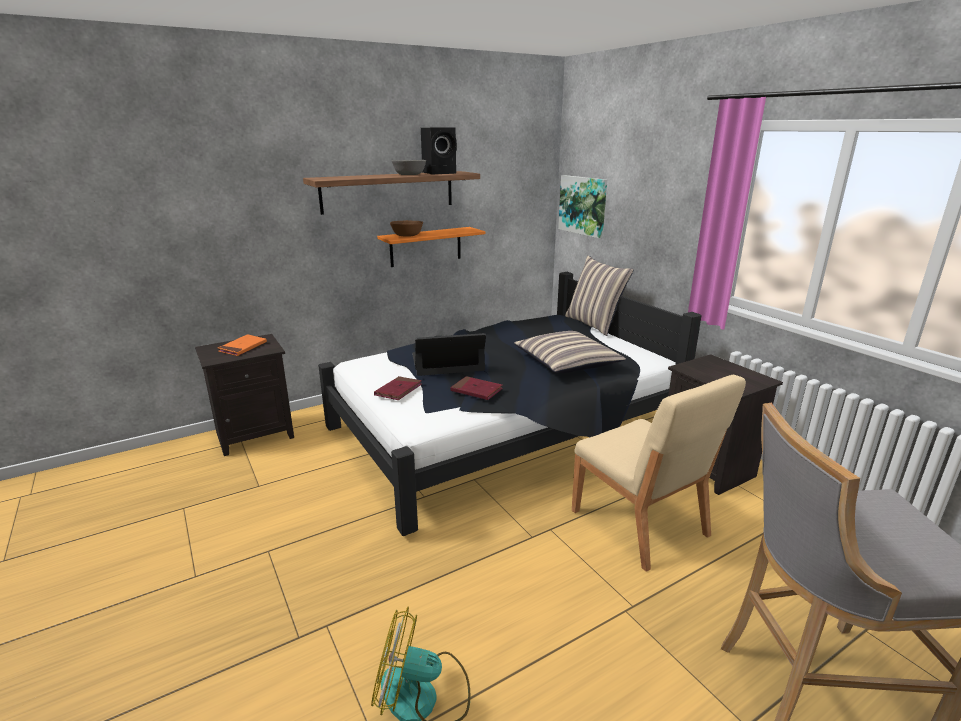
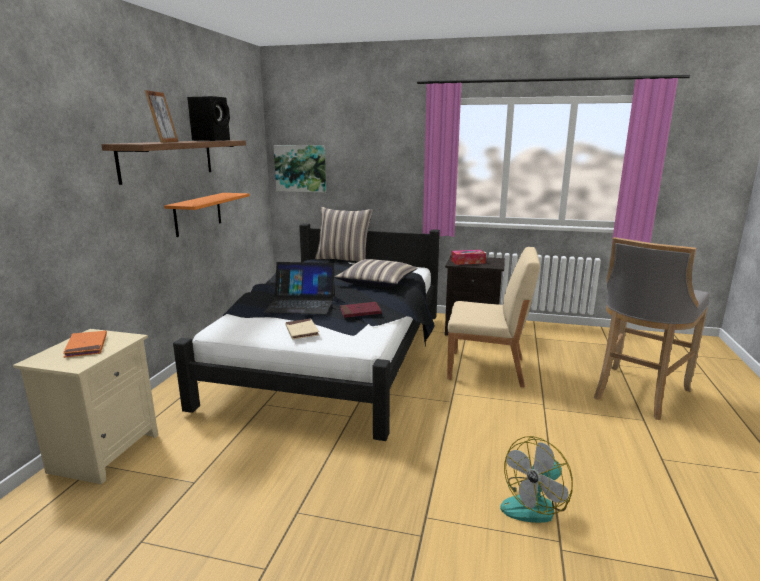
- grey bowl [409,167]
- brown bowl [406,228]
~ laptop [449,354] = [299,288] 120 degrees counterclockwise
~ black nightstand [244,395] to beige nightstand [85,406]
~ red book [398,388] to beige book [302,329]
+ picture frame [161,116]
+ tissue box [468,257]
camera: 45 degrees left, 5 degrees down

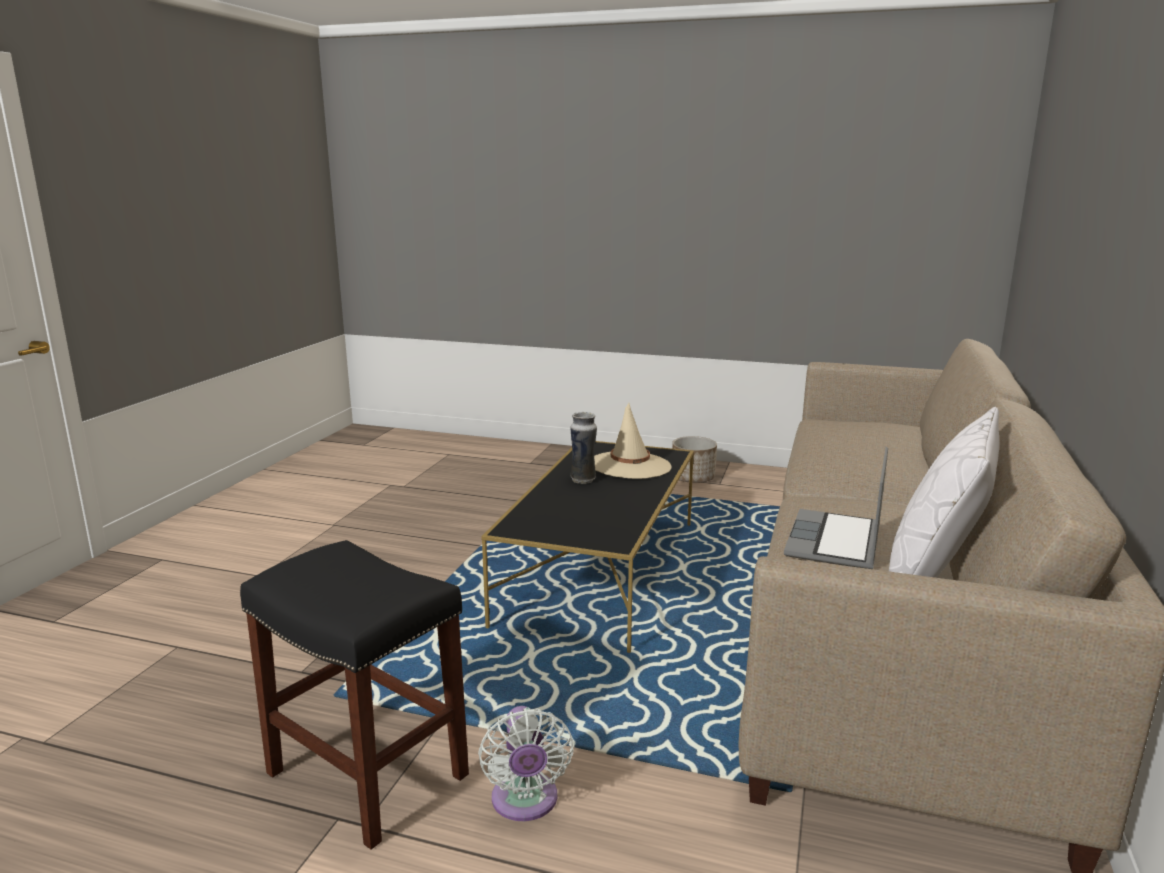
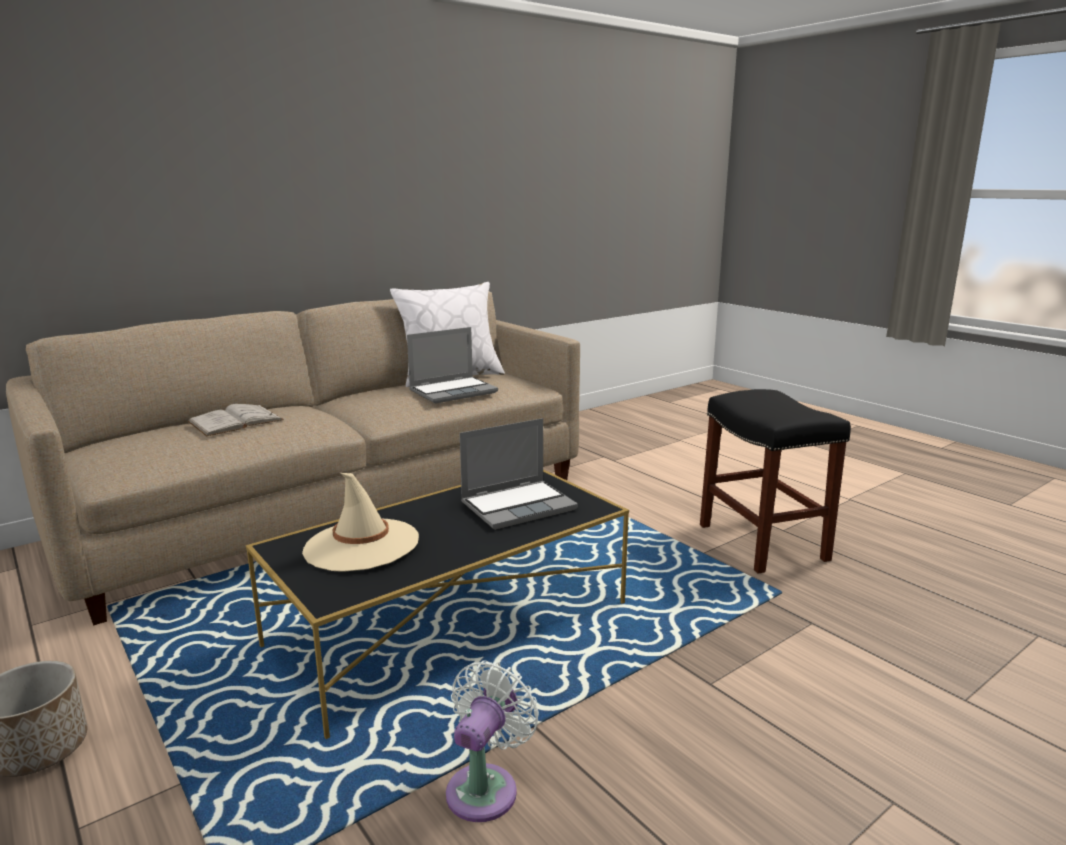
- vase [583,448]
~ white fan [526,763] to [492,741]
+ white book [236,420]
+ laptop [519,474]
camera: 145 degrees left, 0 degrees up

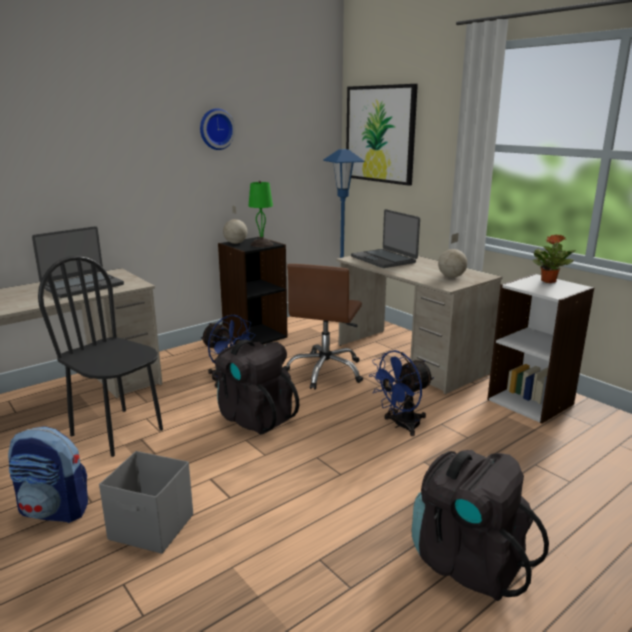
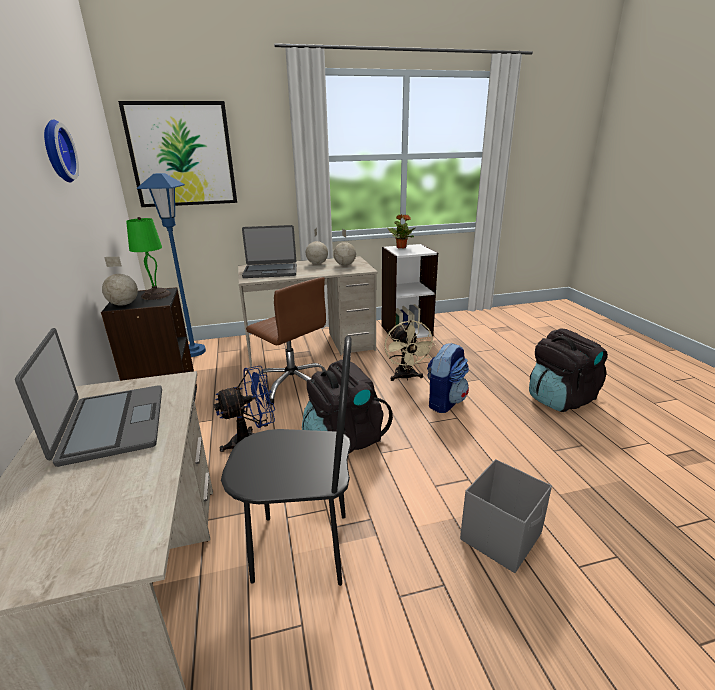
~ black chair [100,356] = [286,461] 150 degrees counterclockwise
~ blue fan [401,393] to beige fan [410,350]
~ backpack [48,474] to [448,378]
+ globe [317,246]
camera: 65 degrees left, 5 degrees up

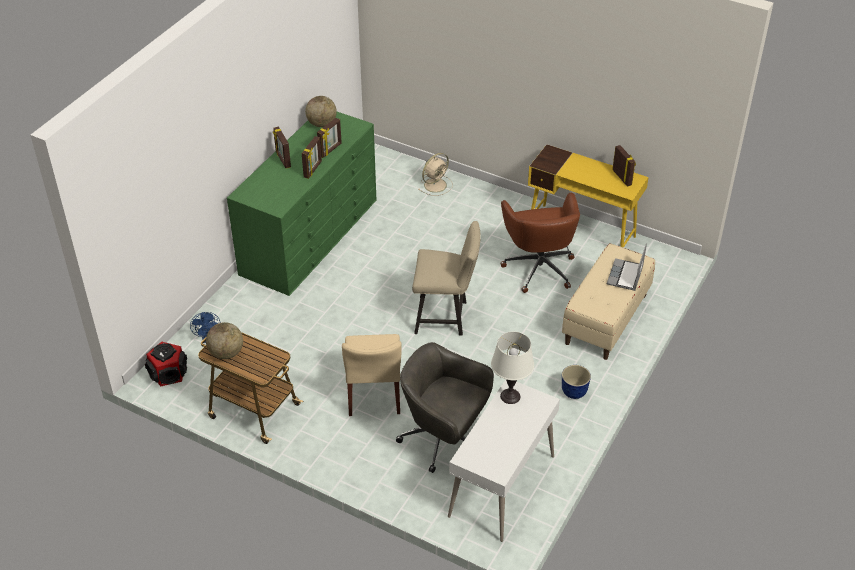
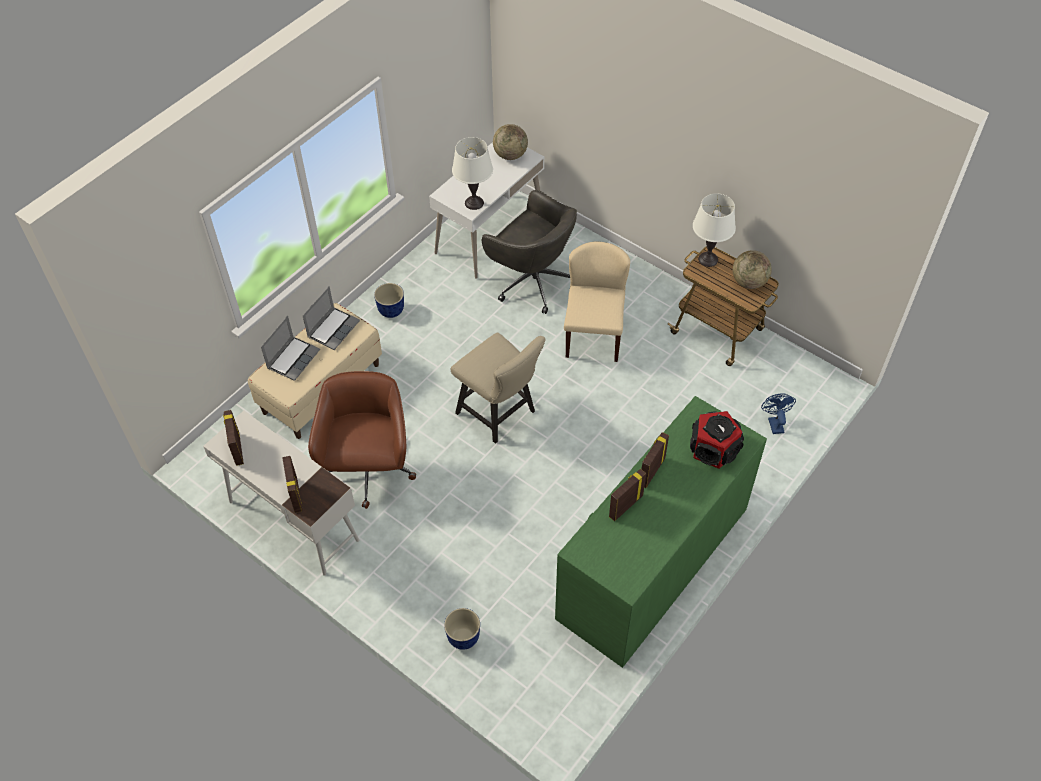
~ globe [321,111] to [510,142]
~ picture frame [282,147] to [292,484]
~ yellow desk [588,196] to white desk [281,493]
~ beige fan [435,174] to planter [462,629]
~ beige chair [446,278] = [498,388] 150 degrees counterclockwise
~ speaker [166,364] to [717,440]
+ white table lamp [714,230]
+ laptop [331,318]
camera: 170 degrees left, 10 degrees up

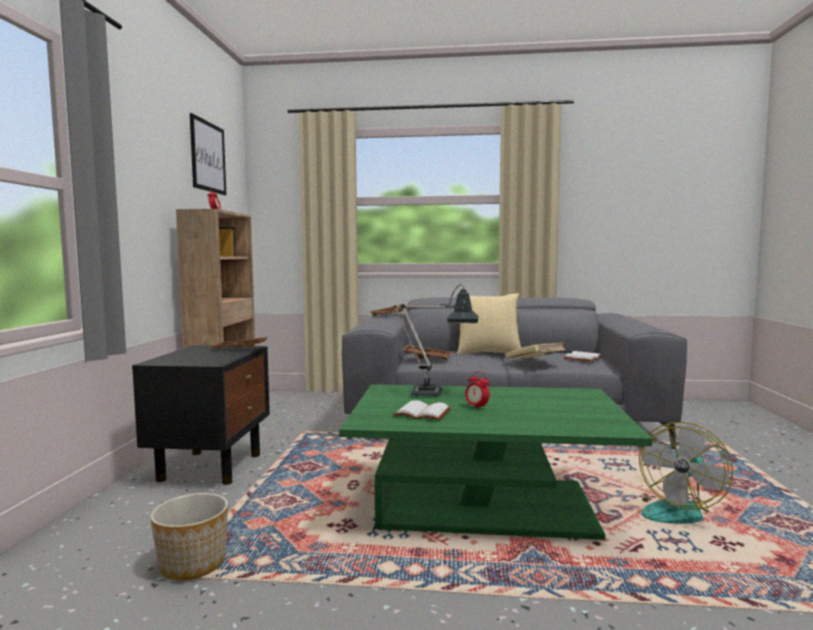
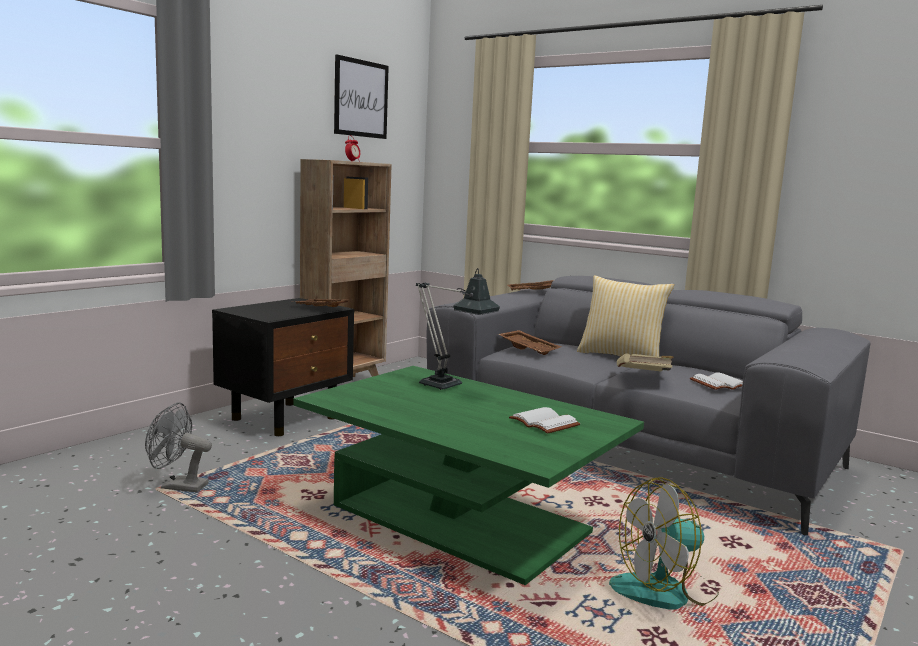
- alarm clock [477,390]
~ white book [422,410] to [544,420]
~ planter [189,537] to grey fan [178,448]
camera: 30 degrees right, 5 degrees up

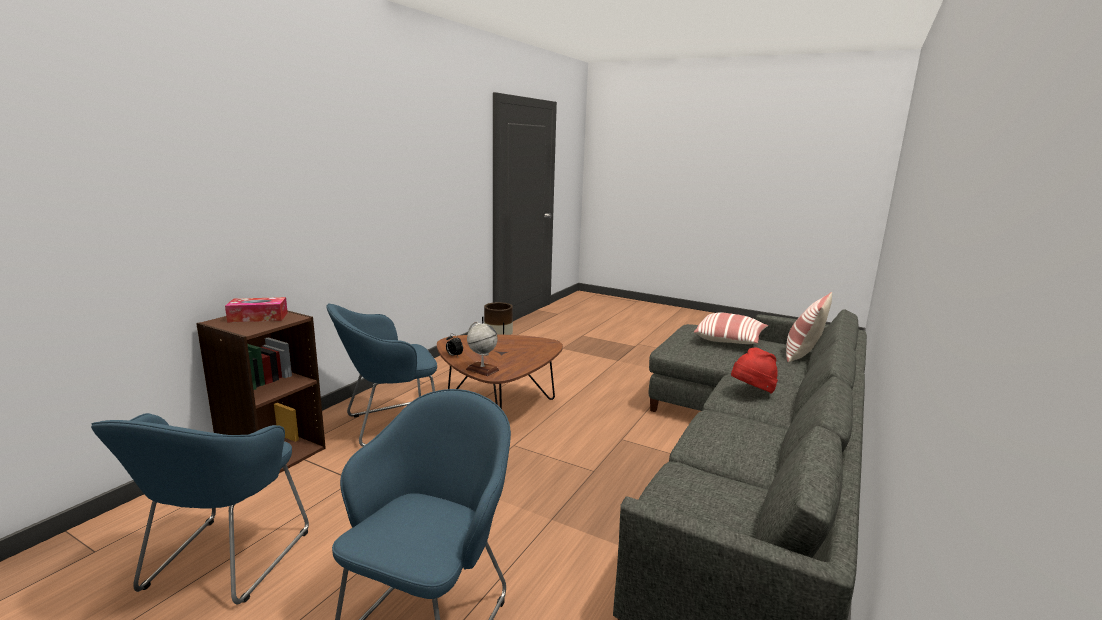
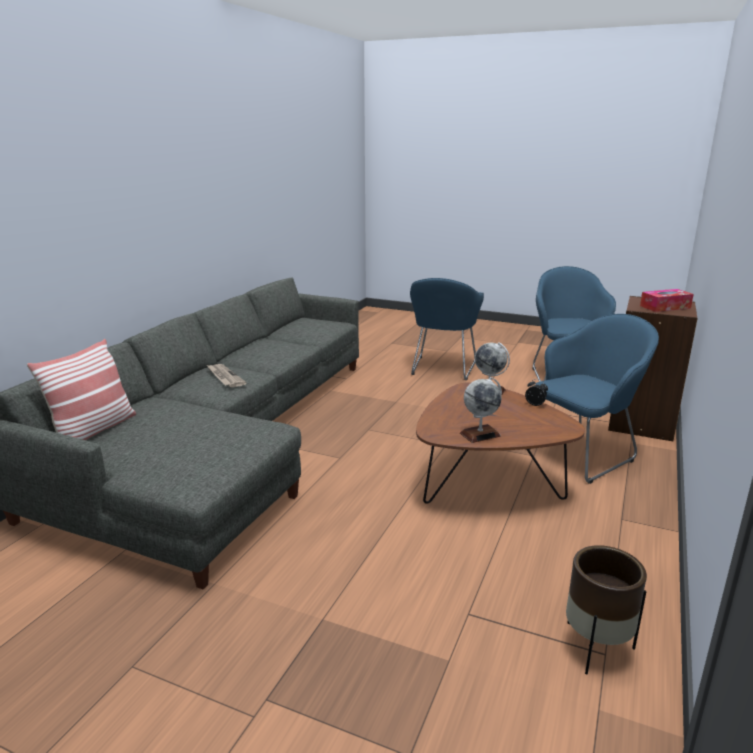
- pillow [731,328]
~ red hat [754,370] to newspaper [227,375]
+ globe [481,410]
camera: 175 degrees right, 5 degrees up

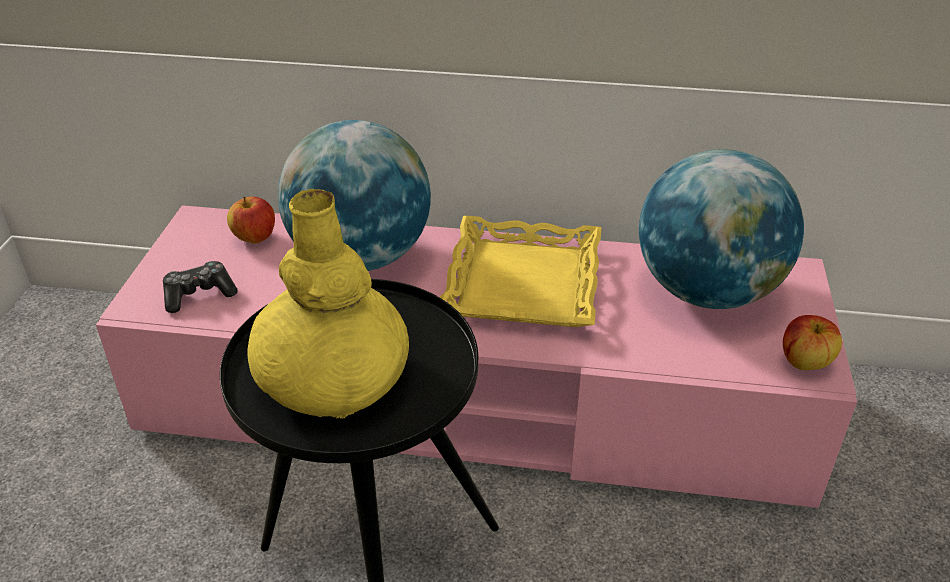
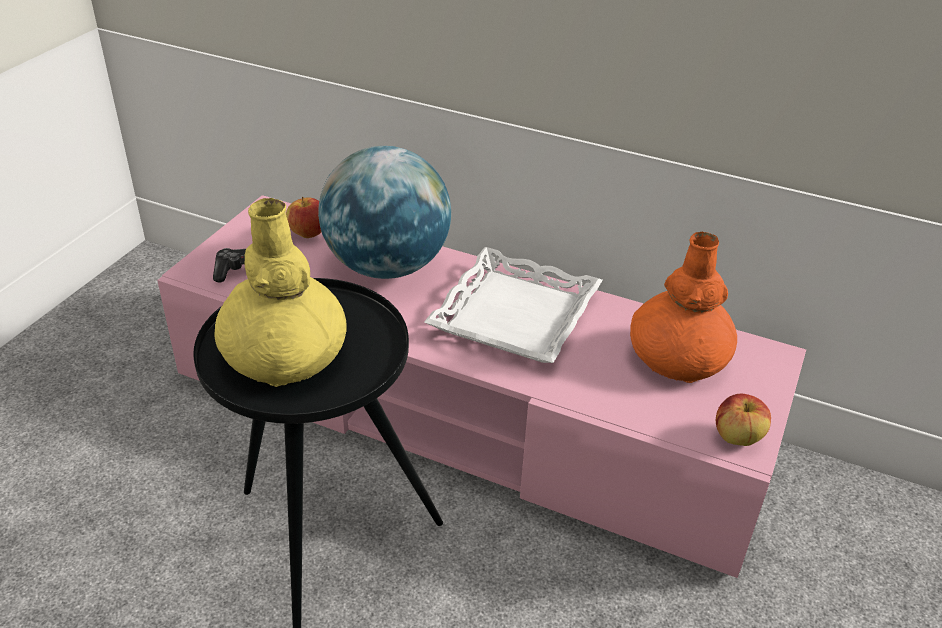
~ globe [721,229] to orange vase [683,307]
~ yellow tray [520,271] to white tray [513,305]
camera: 15 degrees right, 0 degrees up

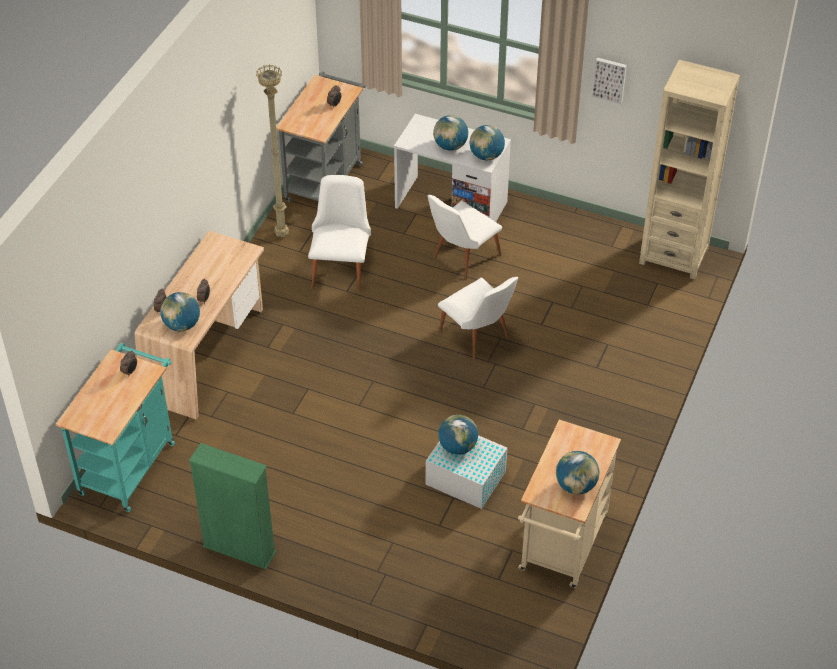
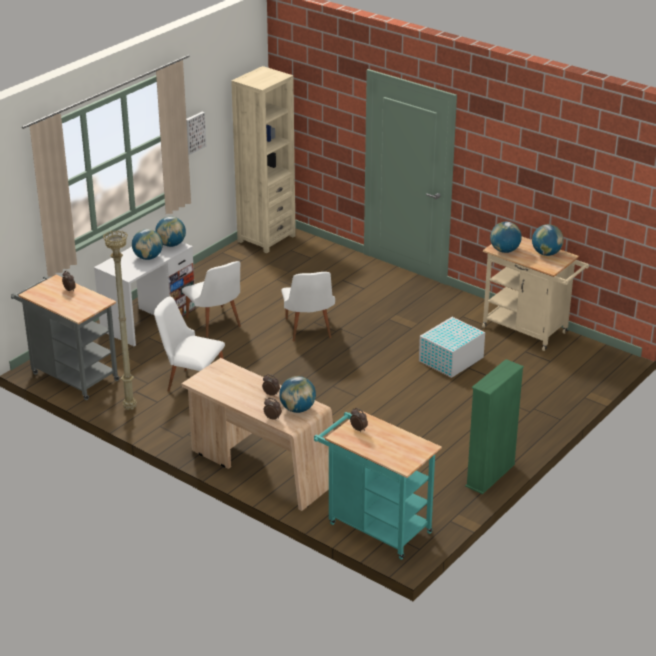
~ white chair [478,318] = [308,307] 105 degrees clockwise
~ globe [458,435] to [506,237]
camera: 75 degrees left, 15 degrees down

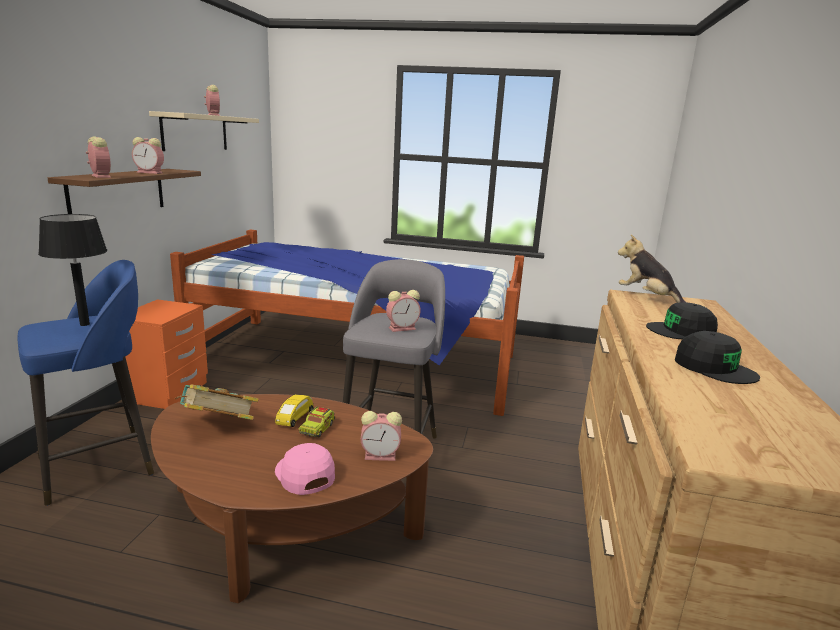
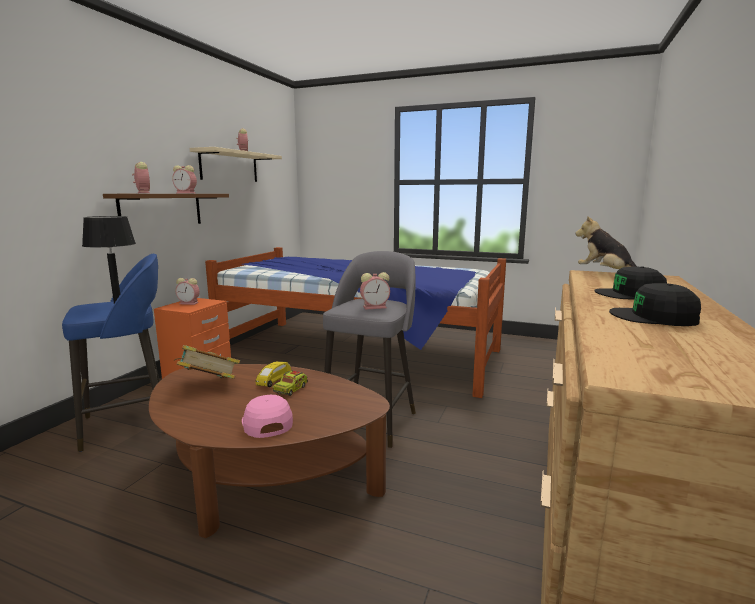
~ black cap [717,357] = [655,304] 150 degrees clockwise
~ alarm clock [381,436] to [188,291]
camera: 10 degrees right, 5 degrees down

